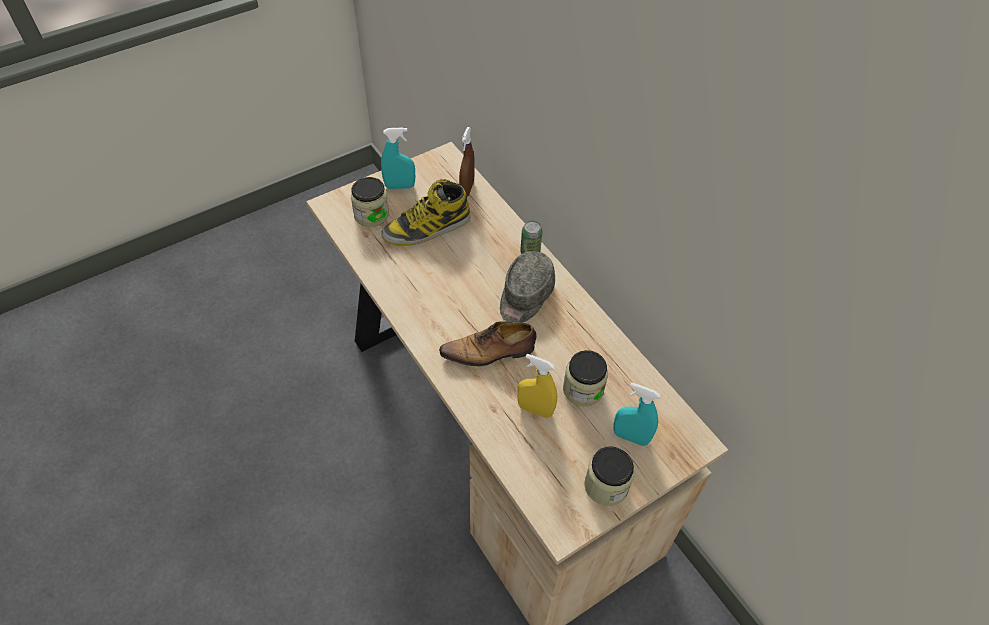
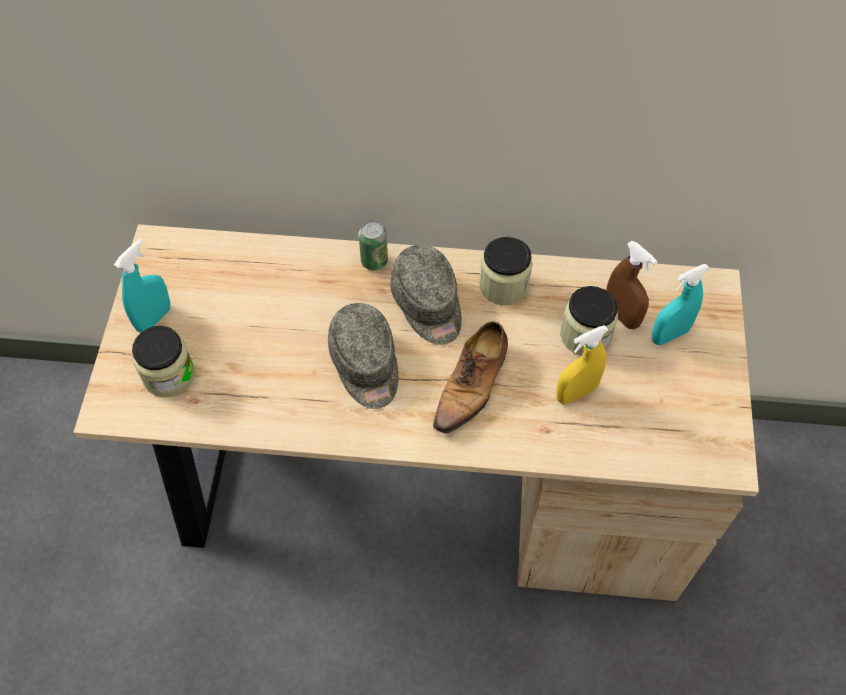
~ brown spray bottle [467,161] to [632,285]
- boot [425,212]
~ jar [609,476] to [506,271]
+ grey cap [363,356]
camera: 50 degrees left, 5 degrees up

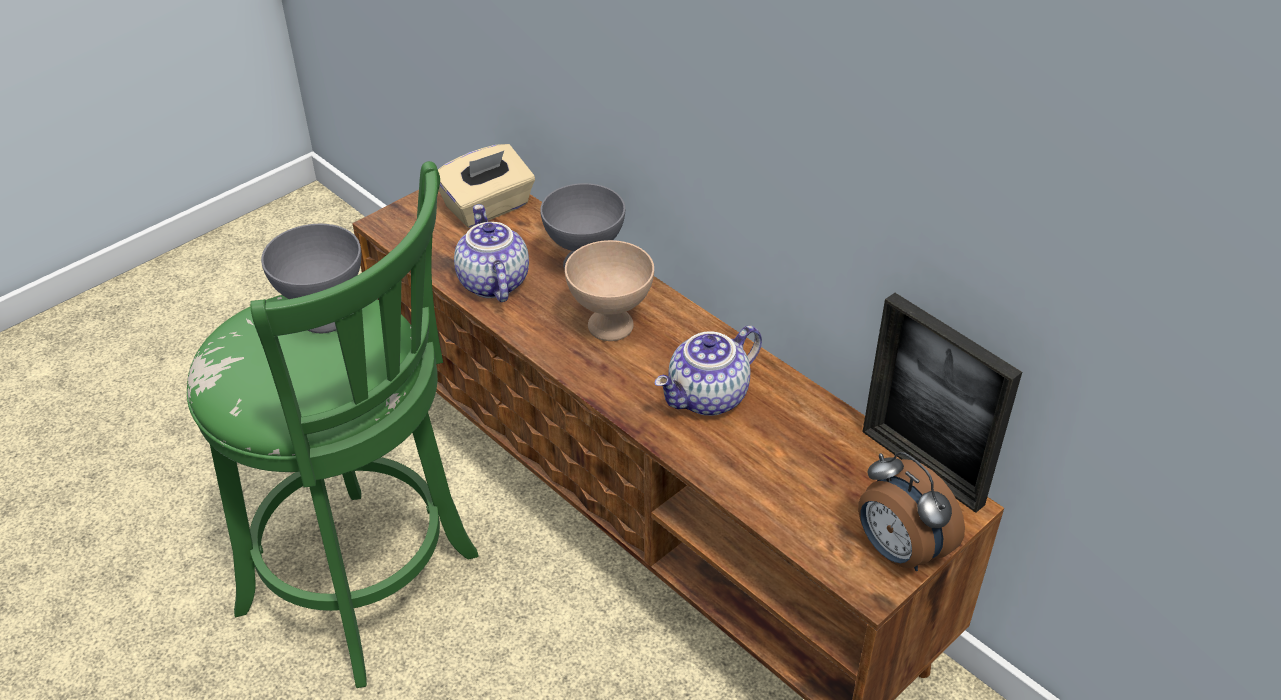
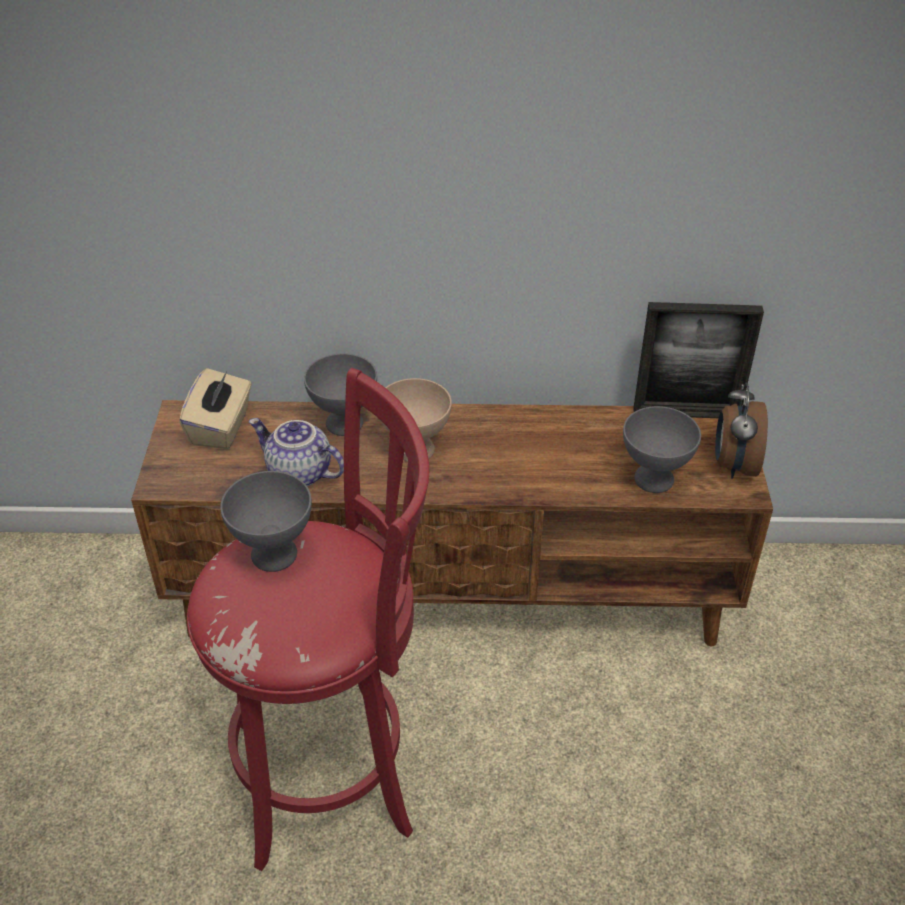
~ green stool [333,424] to red stool [308,619]
- teapot [708,371]
~ alarm clock [911,511] = [741,430] 90 degrees clockwise
+ grey bowl [662,449]
camera: 45 degrees left, 0 degrees up

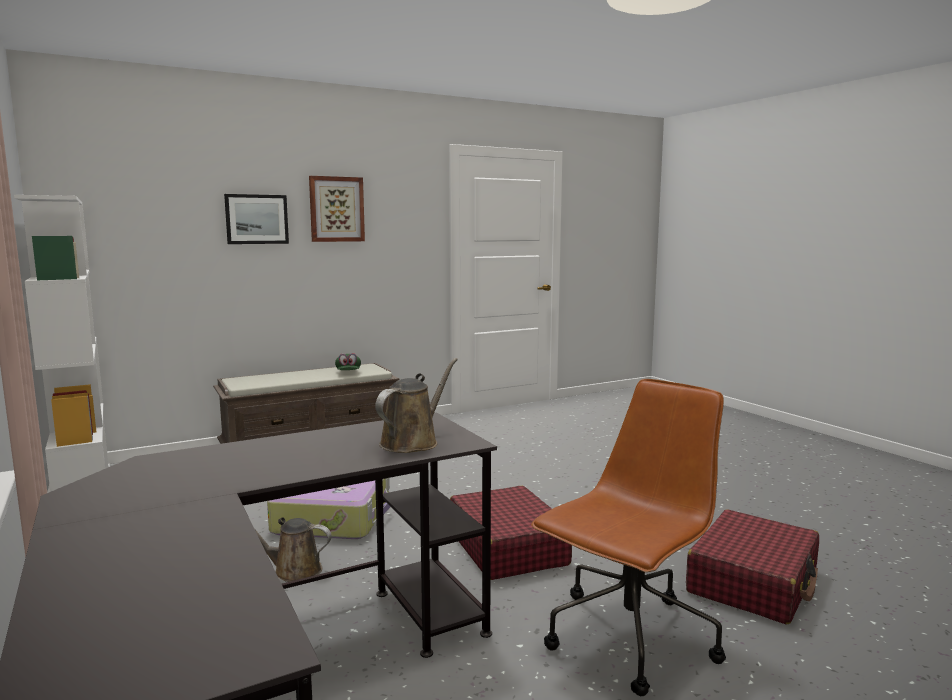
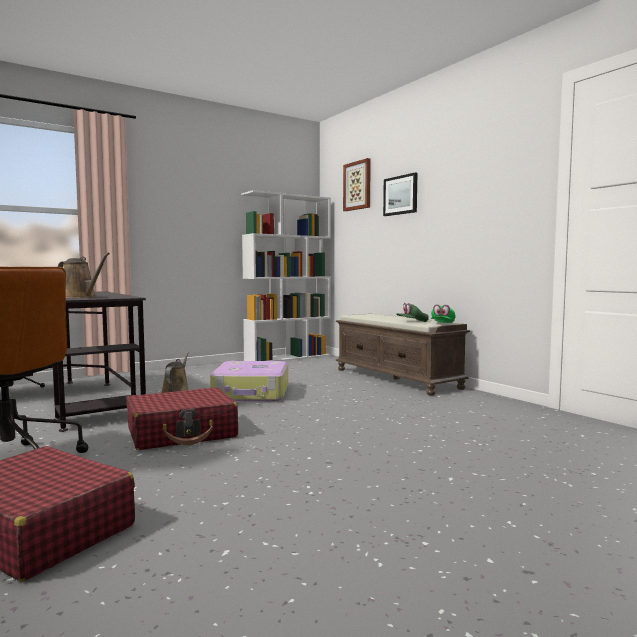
~ picture [337,209] to [357,184]
+ green cap [443,313]
camera: 85 degrees right, 5 degrees down

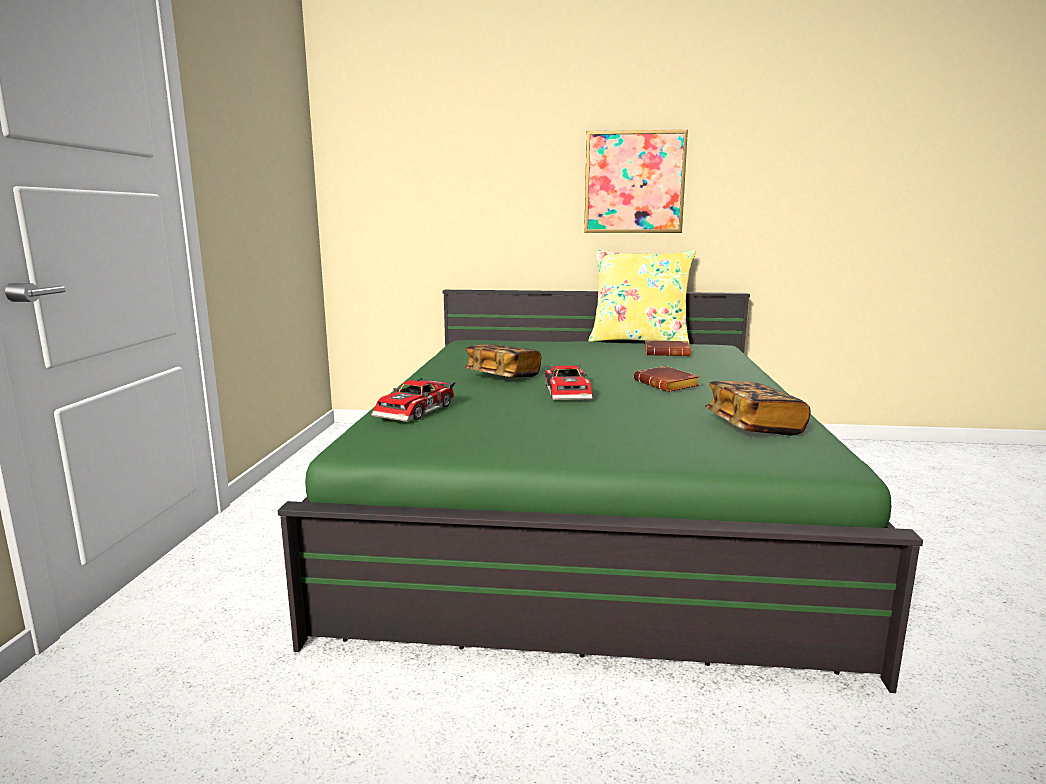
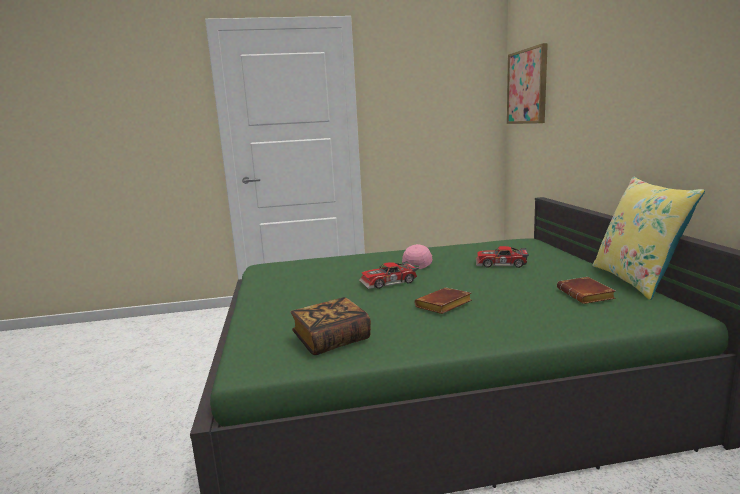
~ picture [636,181] to [527,83]
~ book [502,360] to pink cap [417,256]
~ toy car [413,400] to [502,257]
camera: 75 degrees right, 0 degrees up

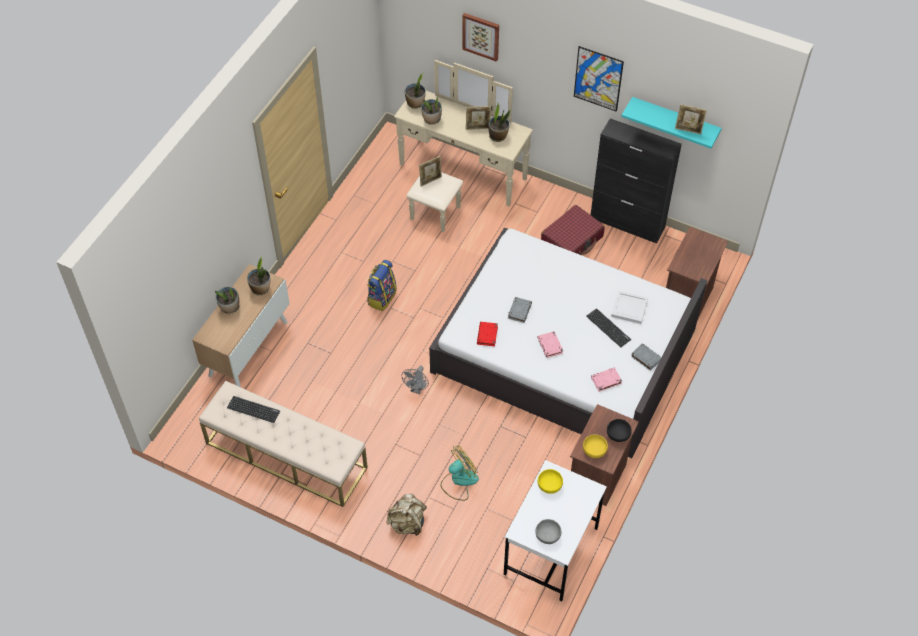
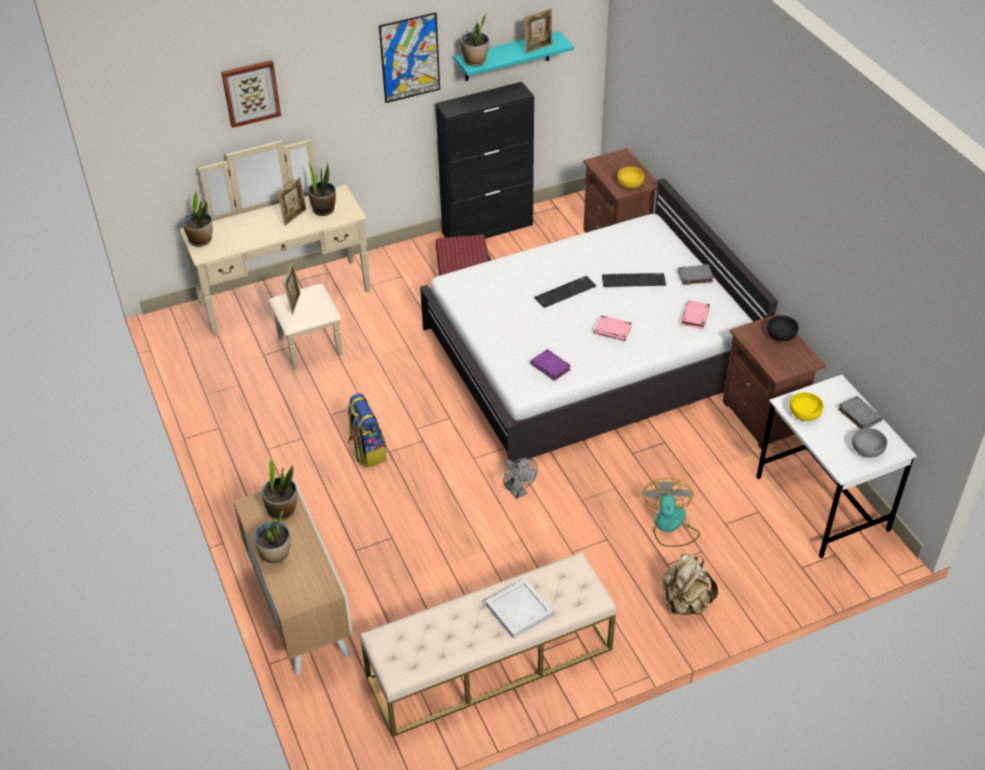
~ potted plant [431,111] to [474,39]
~ white tray [629,307] to [519,609]
~ grey book [520,310] to [860,412]
~ red book [487,334] to purple book [550,365]
~ keyboard [253,409] to [565,292]
~ yellow bowl [595,446] to [631,178]
camera: 50 degrees left, 10 degrees down

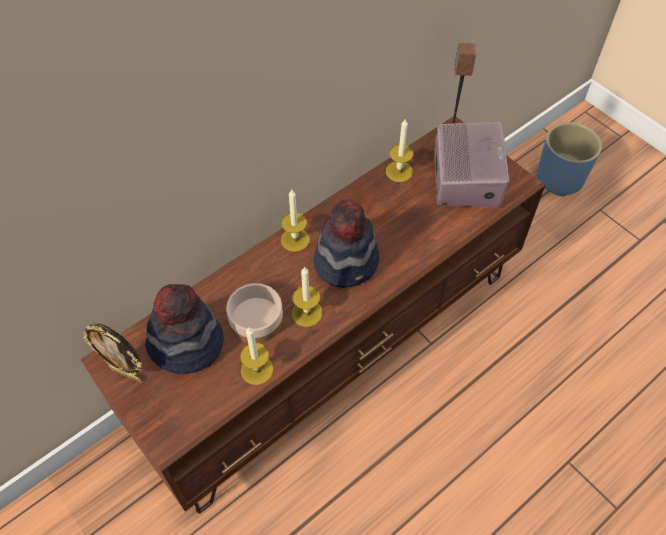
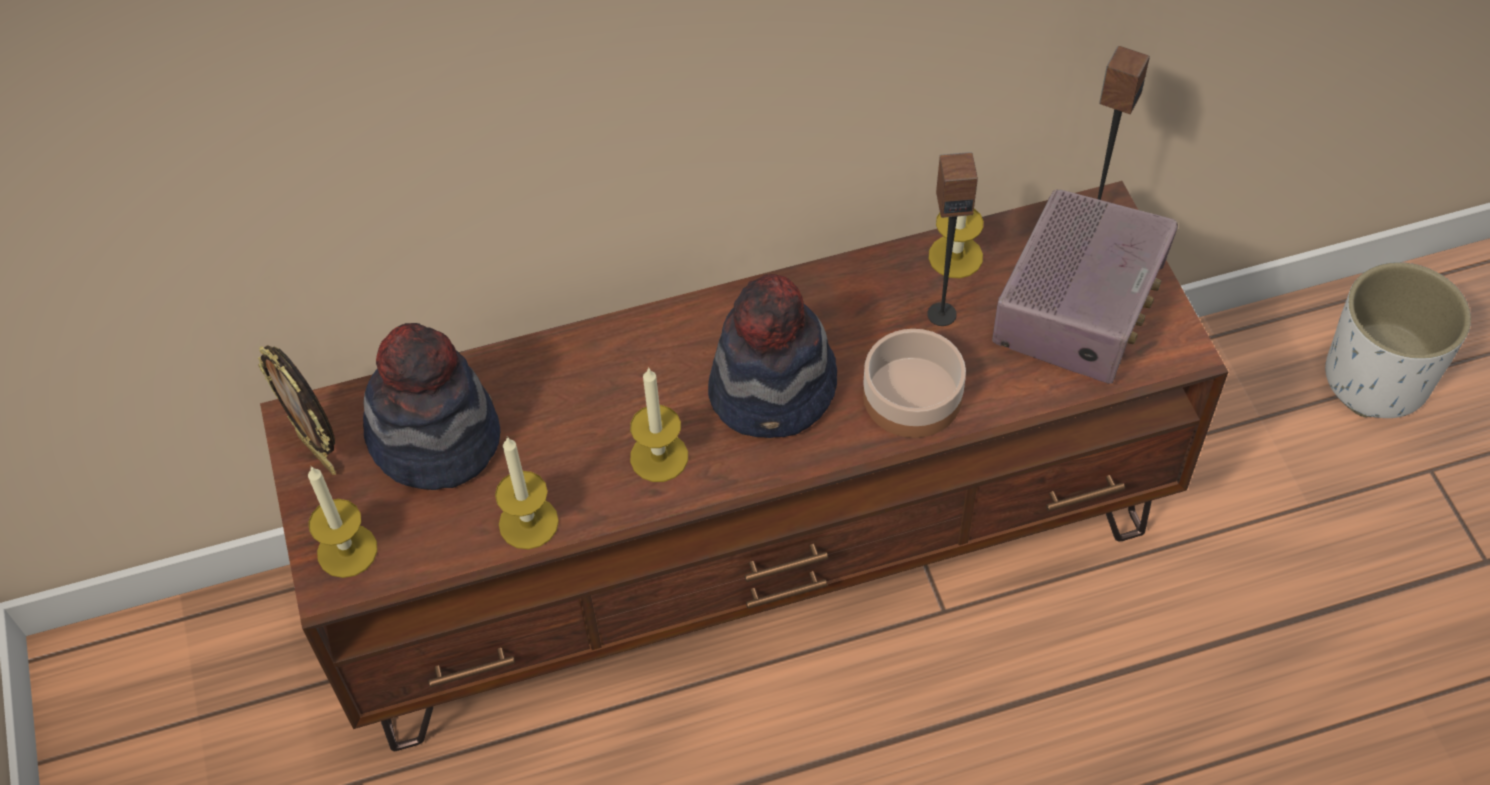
~ blue planter [569,159] to white planter [1398,340]
~ candle [295,221] to [342,522]
~ bowl [254,313] to [914,383]
+ speaker [952,239]
camera: 25 degrees right, 0 degrees up

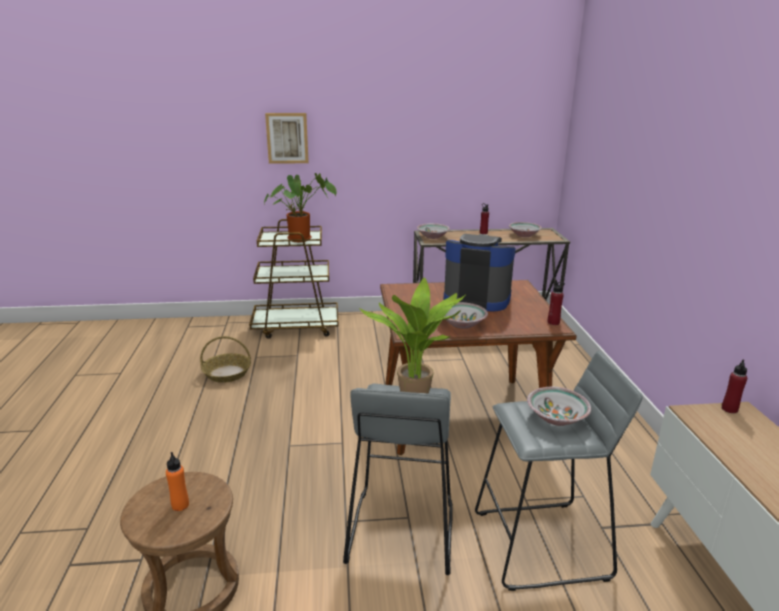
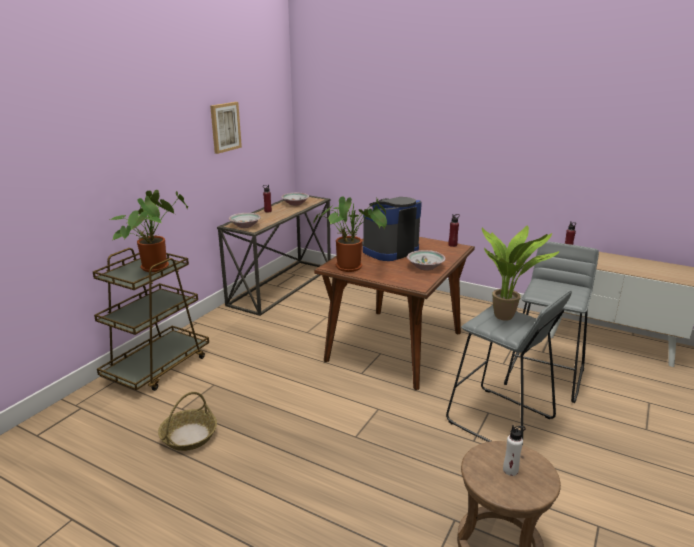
~ picture [287,138] to [226,128]
- bowl [559,406]
~ orange bottle [177,481] to white bottle [514,450]
+ potted plant [350,234]
camera: 55 degrees left, 0 degrees up

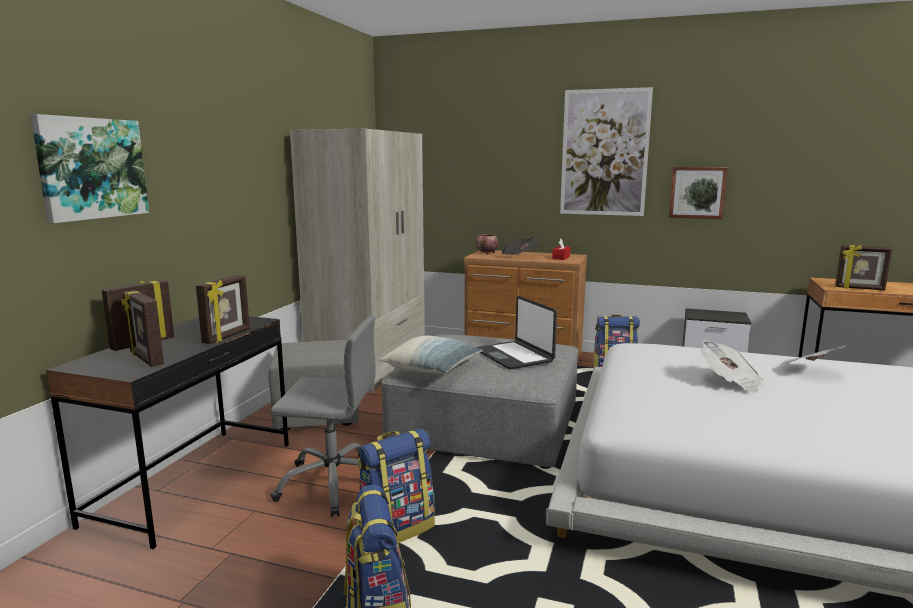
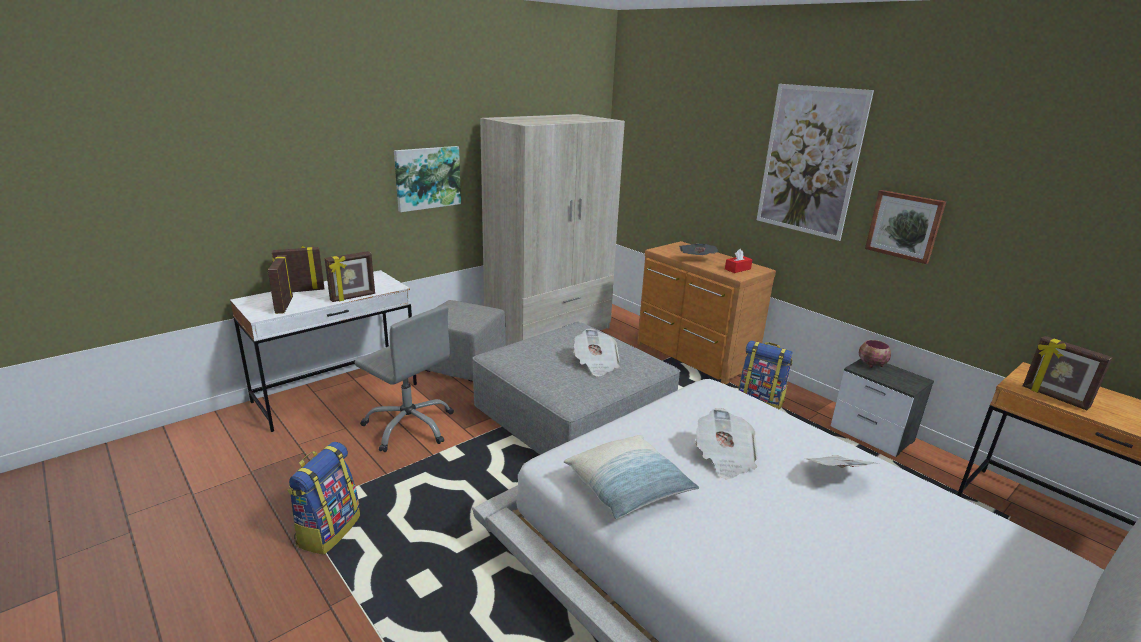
~ picture [89,168] to [427,179]
~ bowl [487,244] to [875,354]
~ laptop [516,333] to newspaper [597,353]
~ black desk [167,432] to white desk [323,351]
~ pillow [432,355] to [631,477]
- backpack [396,485]
camera: 30 degrees right, 10 degrees up

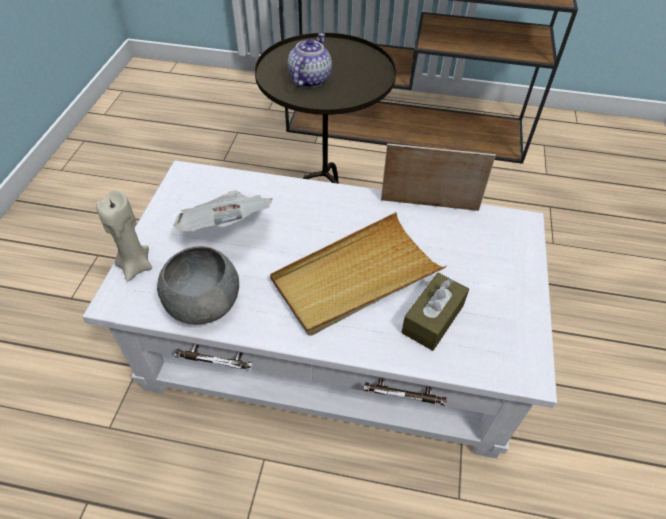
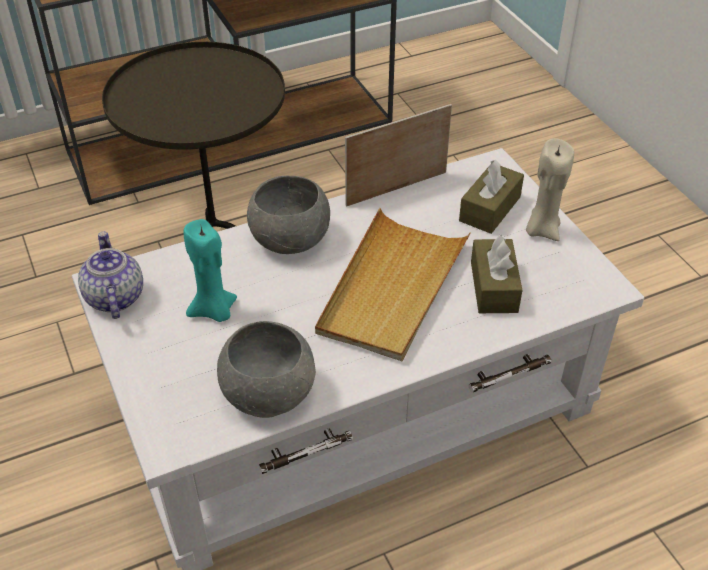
~ teapot [309,60] to [110,275]
~ beige candle [124,235] to [550,189]
~ newspaper [223,210] to turquoise candle [210,270]
+ brown tissue box [491,197]
+ grey bowl [288,215]
camera: 35 degrees left, 5 degrees down

